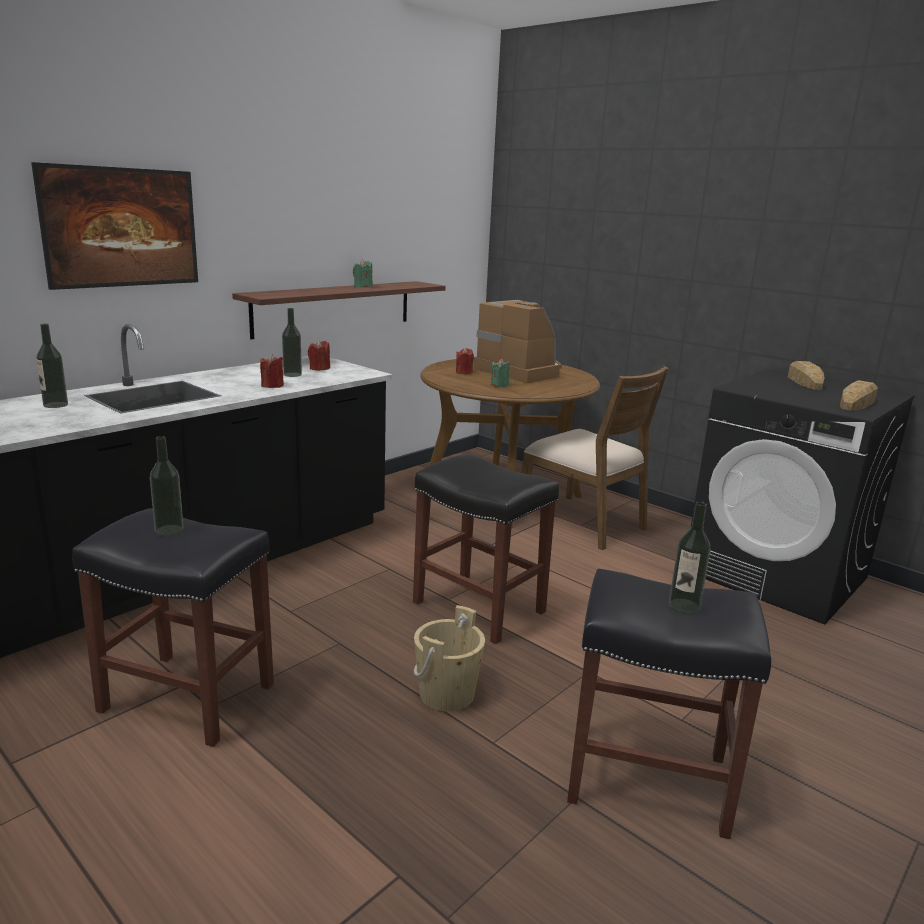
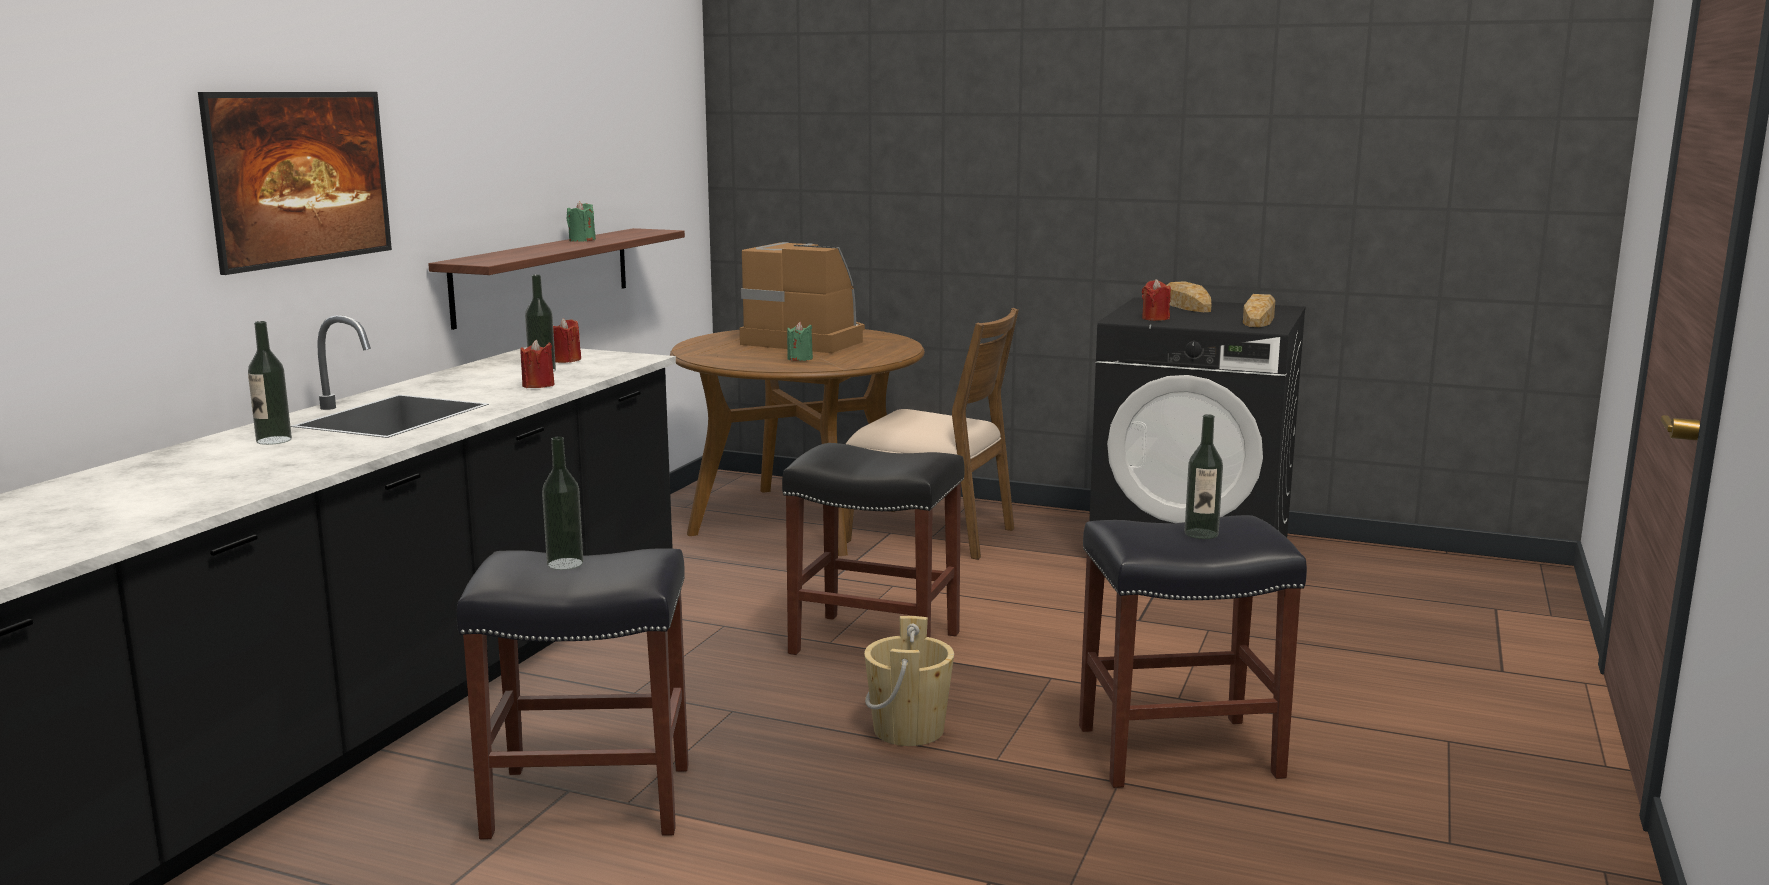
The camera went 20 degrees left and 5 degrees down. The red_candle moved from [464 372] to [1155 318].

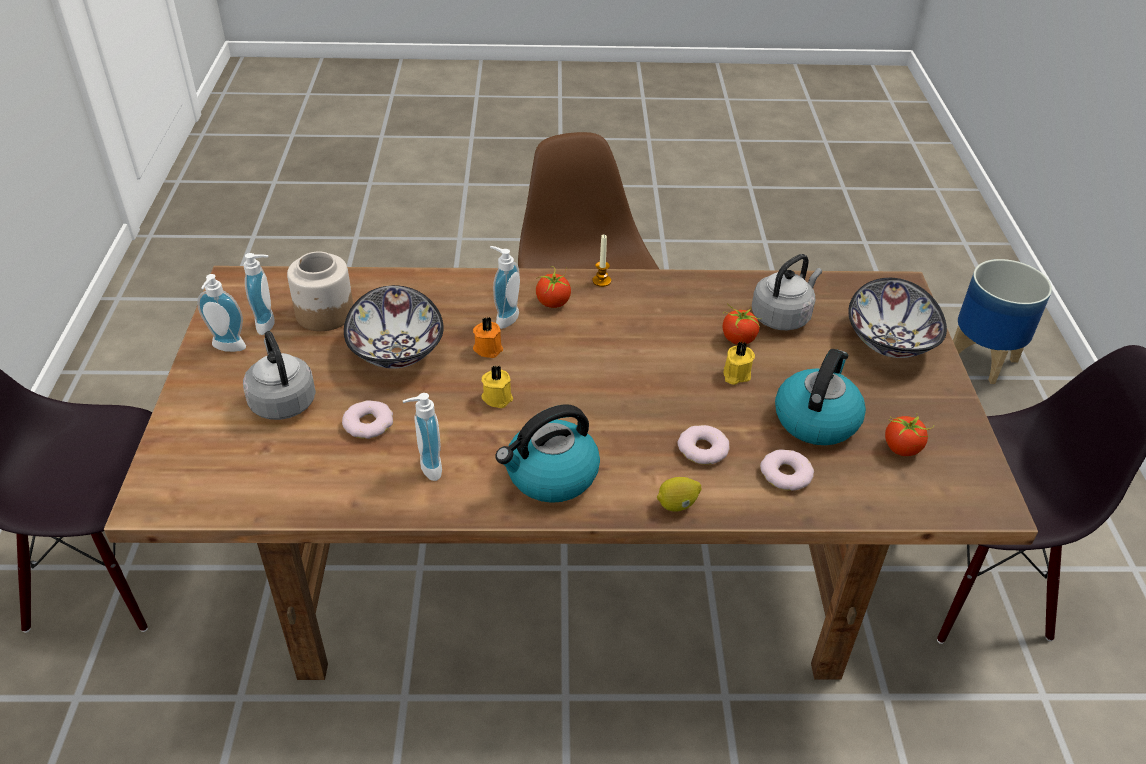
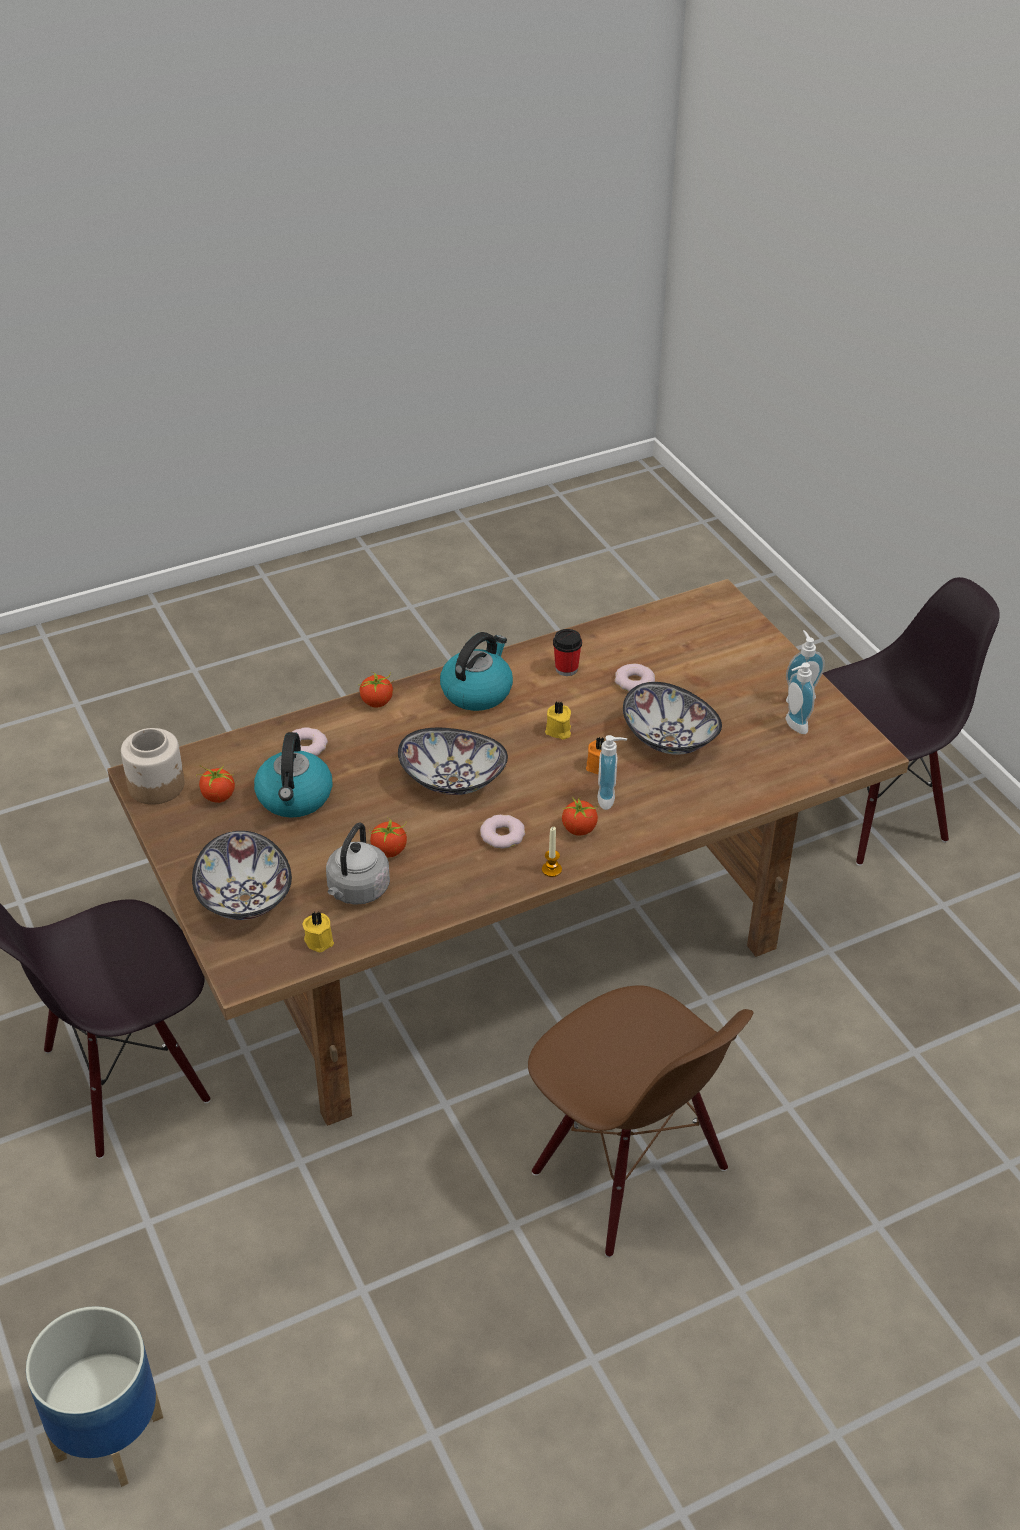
The camera went 155 degrees right and 0 degrees up. The jar moved from [324 313] to [157 785]. The yellow_candle moved from [735 375] to [320 940]. The lemon at [677 505] was replaced by the tomato at [377 702]. The bowl at [452 781] appeared. The donut moved from [702 449] to [502 835]. The soap_dispenser at [426 468] was replaced by the cup at [566 669]. The grey_kettle at [282 401] disappeared.

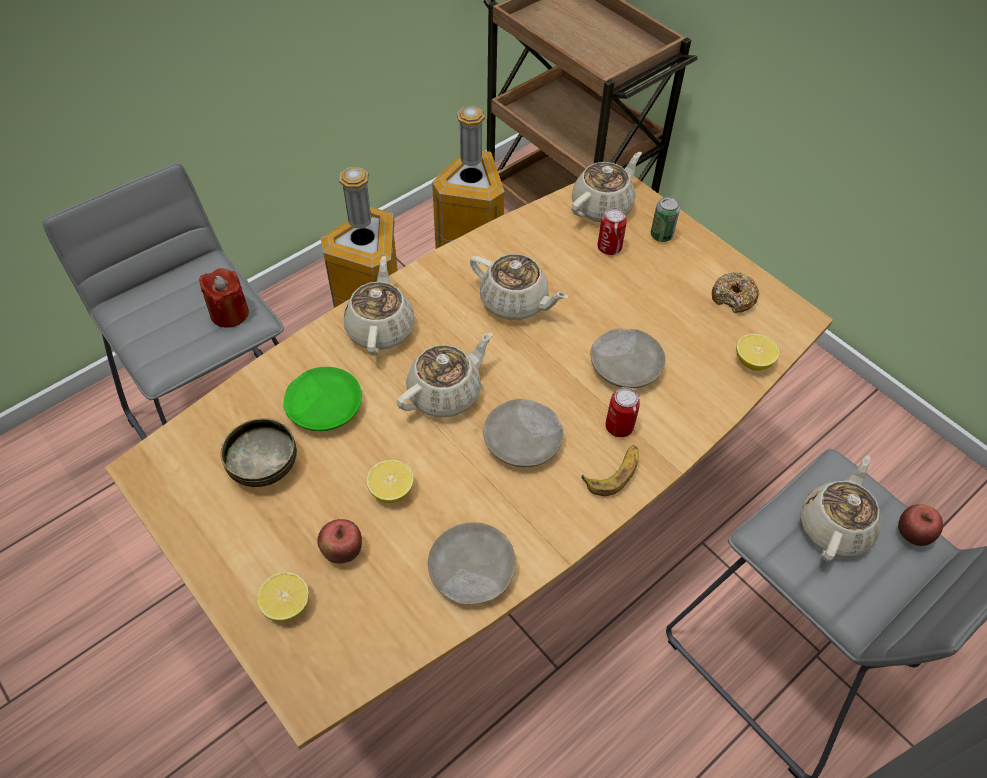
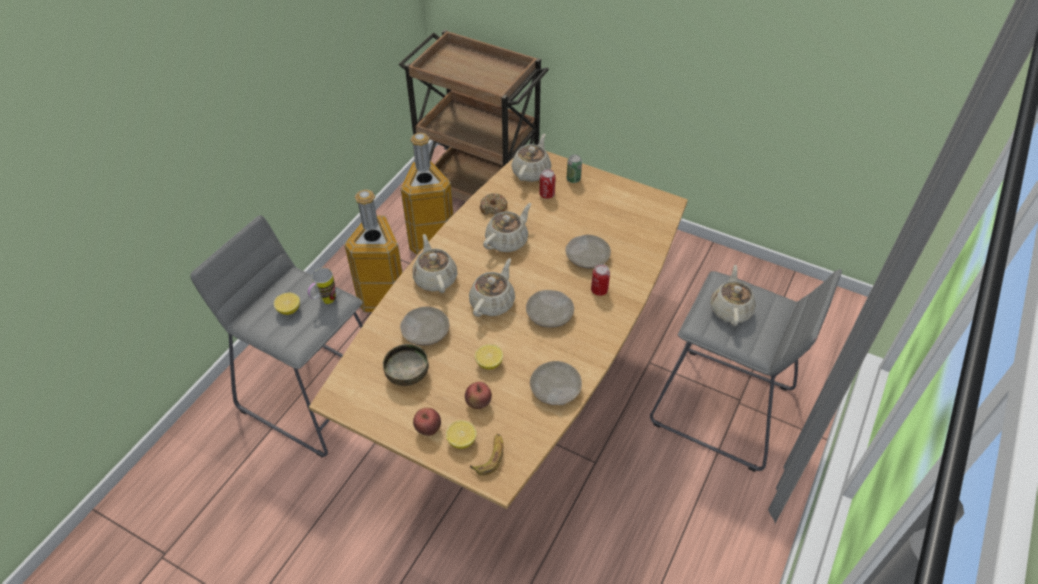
The camera went 20 degrees left and 5 degrees down. The lemon moved from [752 361] to [289 309]. The red_candle at [229 313] was replaced by the mug at [324 301]. The green_plate at [324 406] became the beige_plate at [425 331]. The apple moved from [911 535] to [428 429]. The banana moved from [613 473] to [490 456]. The donut moved from [733 298] to [493 208]. The beige_teapot at [515 302] turned 60 degrees counterclockwise.

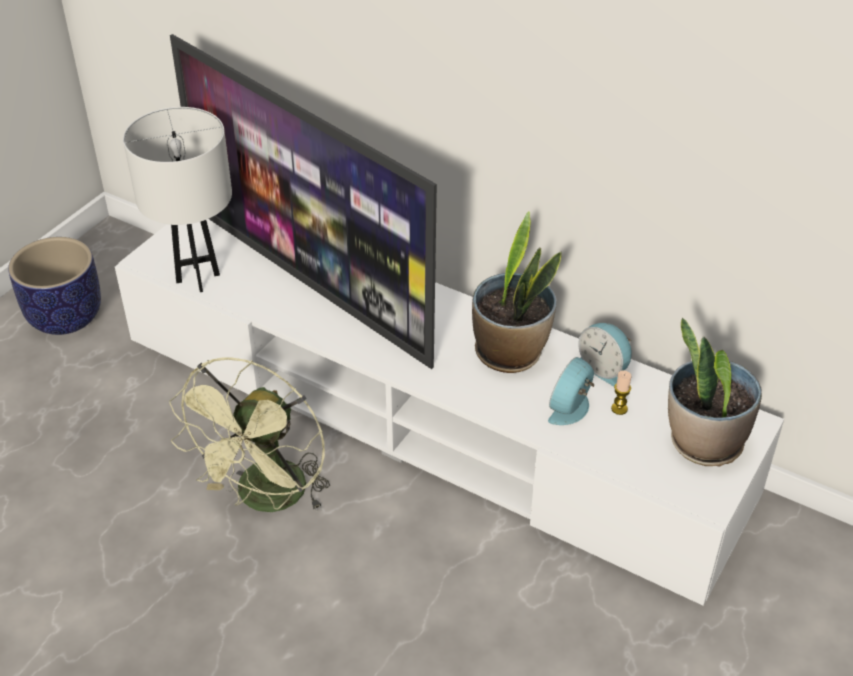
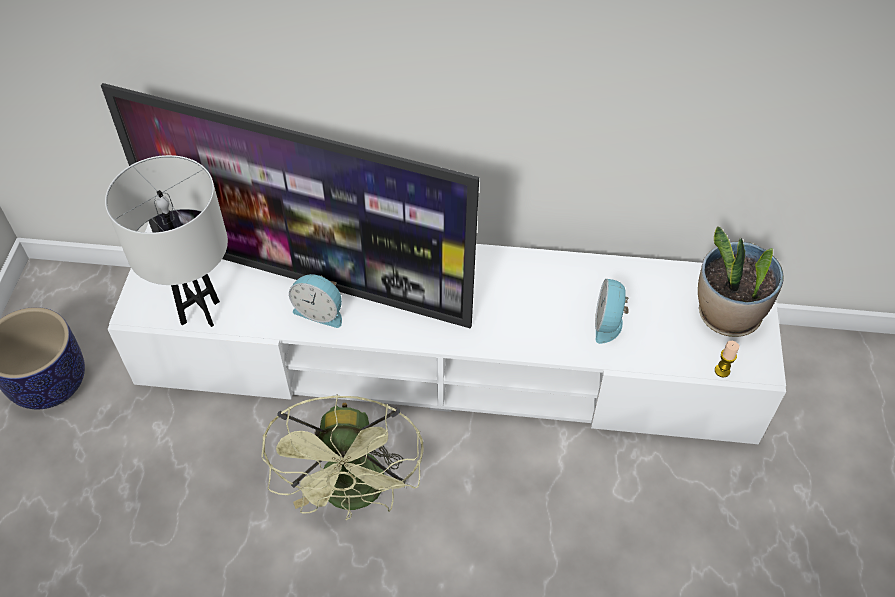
The camera went 25 degrees left and 10 degrees up. The alarm_clock moved from [604 369] to [320 311]. The candle moved from [619 409] to [722 371]. The potted_plant at [510 353] disappeared.

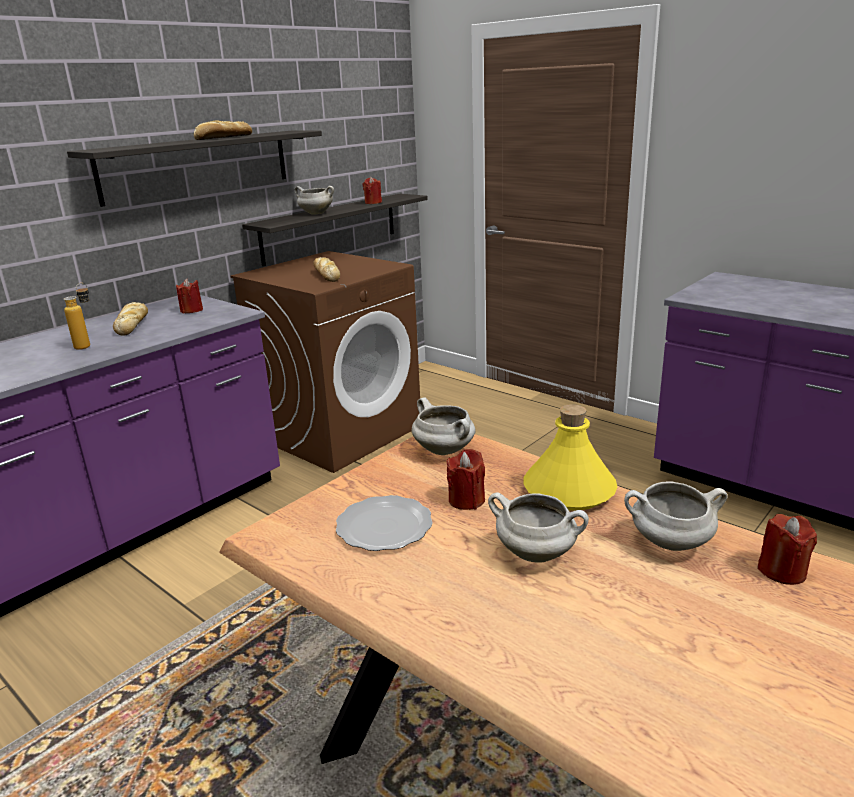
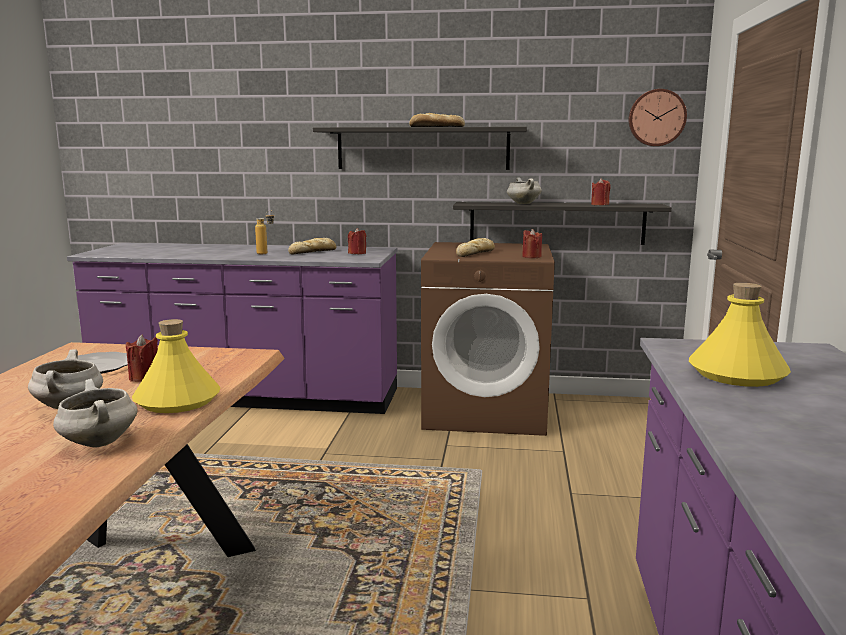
The camera went 55 degrees right and 10 degrees down. The red_candle moved from [782 571] to [531 256]. The wall_clock at [656 118] appeared. The yellow_bottle at [736 374] appeared. The white_cooking_pot at [445 451] disappeared.

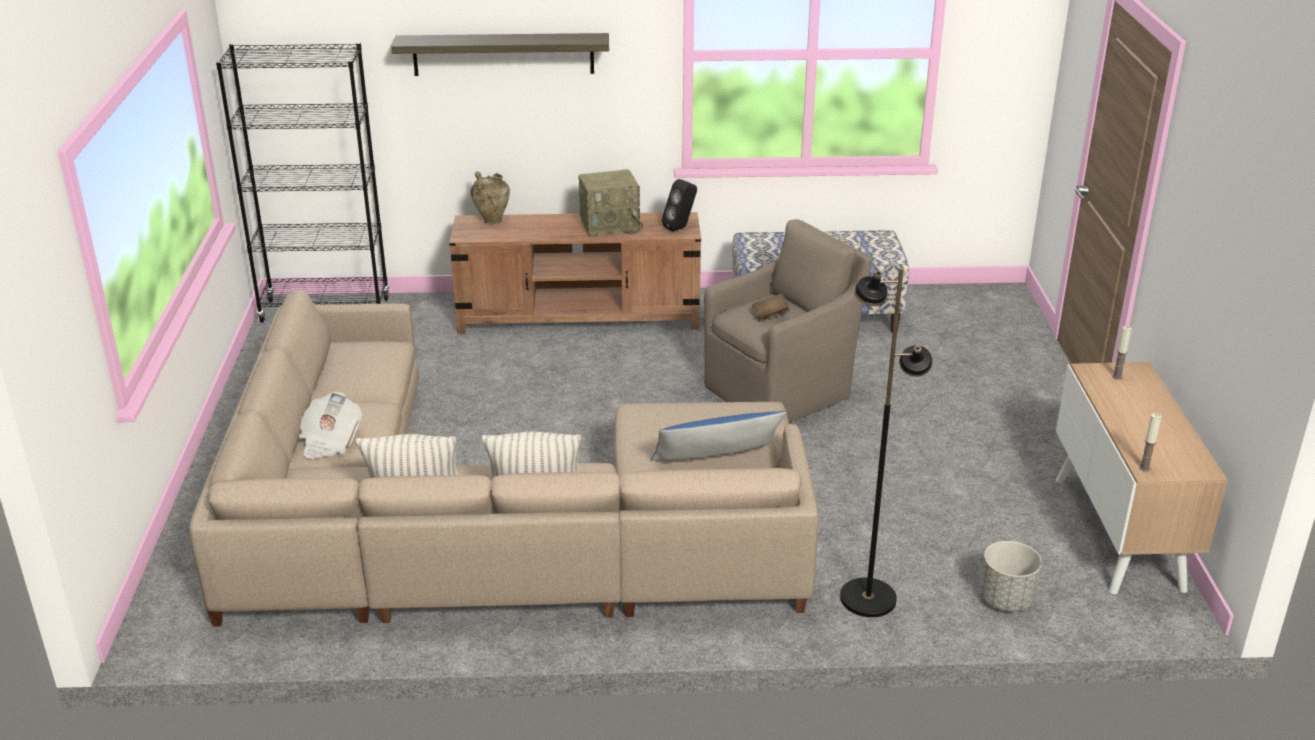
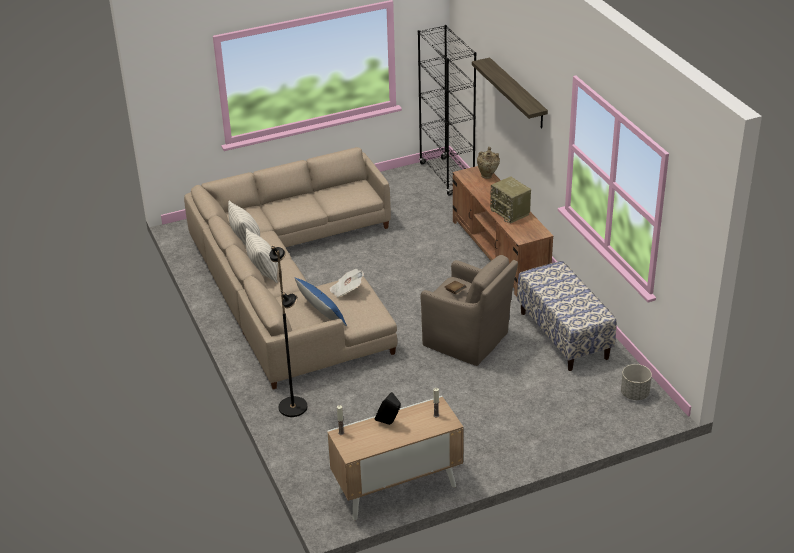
The camera went 70 degrees right and 5 degrees up. The newspaper moved from [329 442] to [346 290]. The black_speaker moved from [680 228] to [389 423]. The grey_planter moved from [1005 599] to [634 393].

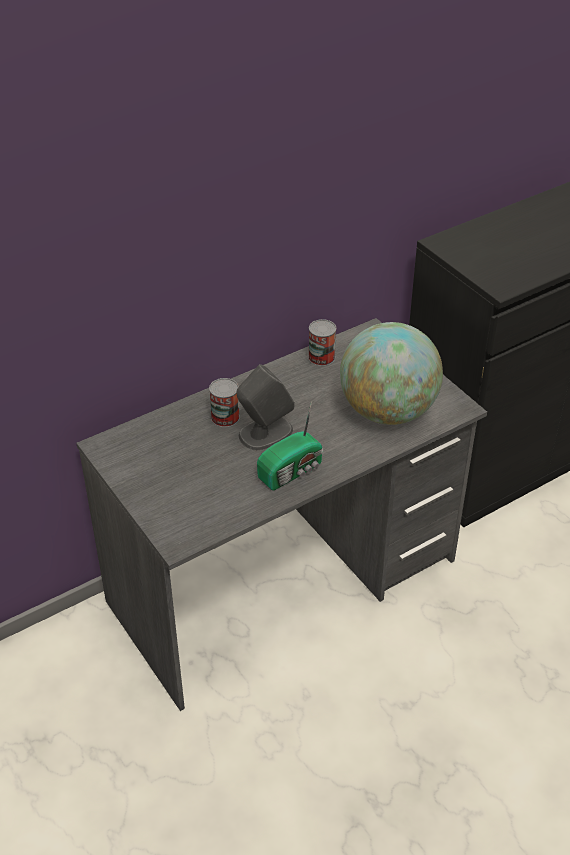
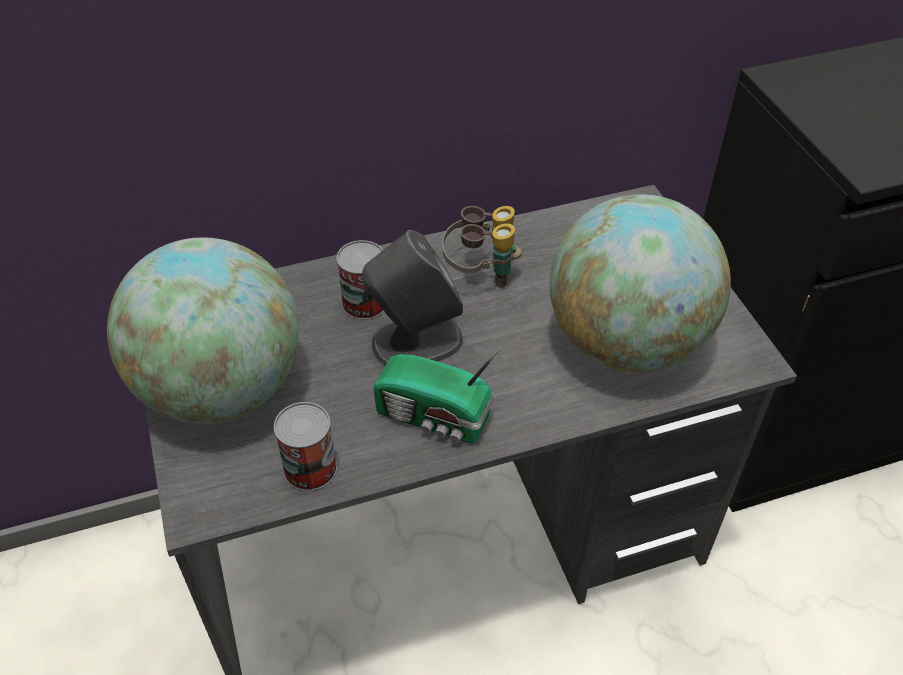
The camera went 15 degrees right and 5 degrees up. The globe at [221 389] appeared. The can moved from [321 357] to [310 468]. The radio at [292 471] turned 45 degrees clockwise. The binoculars at [481 274] appeared.

